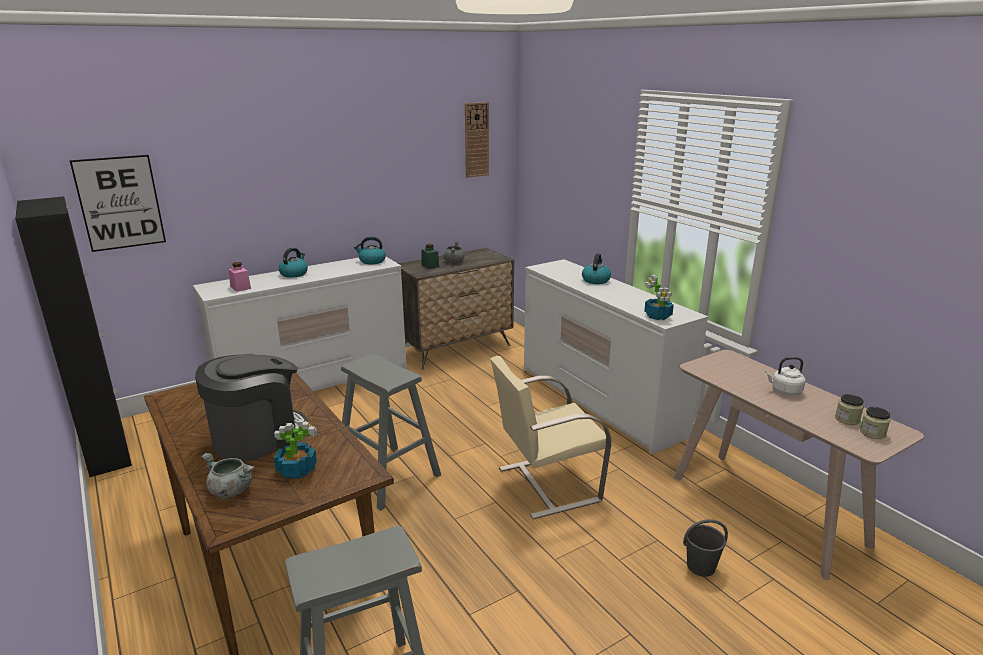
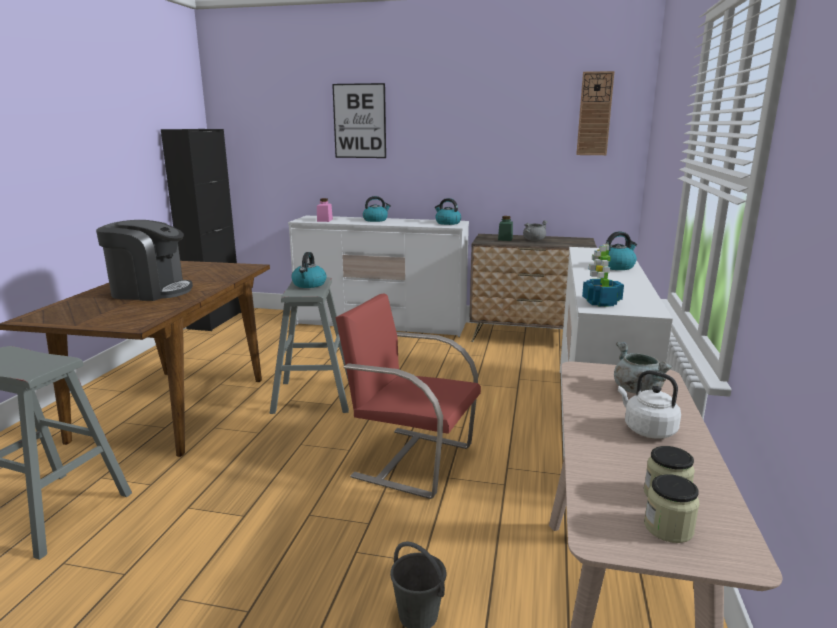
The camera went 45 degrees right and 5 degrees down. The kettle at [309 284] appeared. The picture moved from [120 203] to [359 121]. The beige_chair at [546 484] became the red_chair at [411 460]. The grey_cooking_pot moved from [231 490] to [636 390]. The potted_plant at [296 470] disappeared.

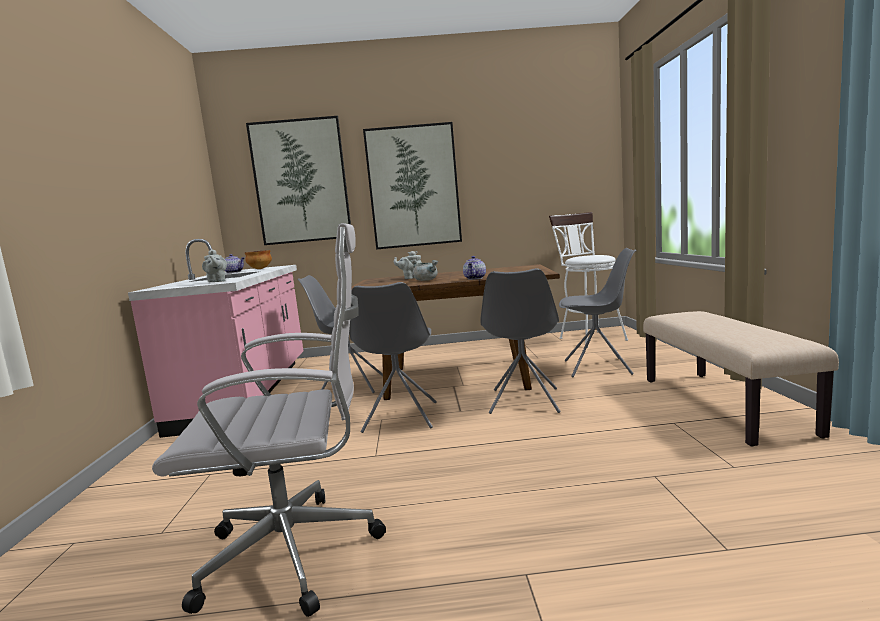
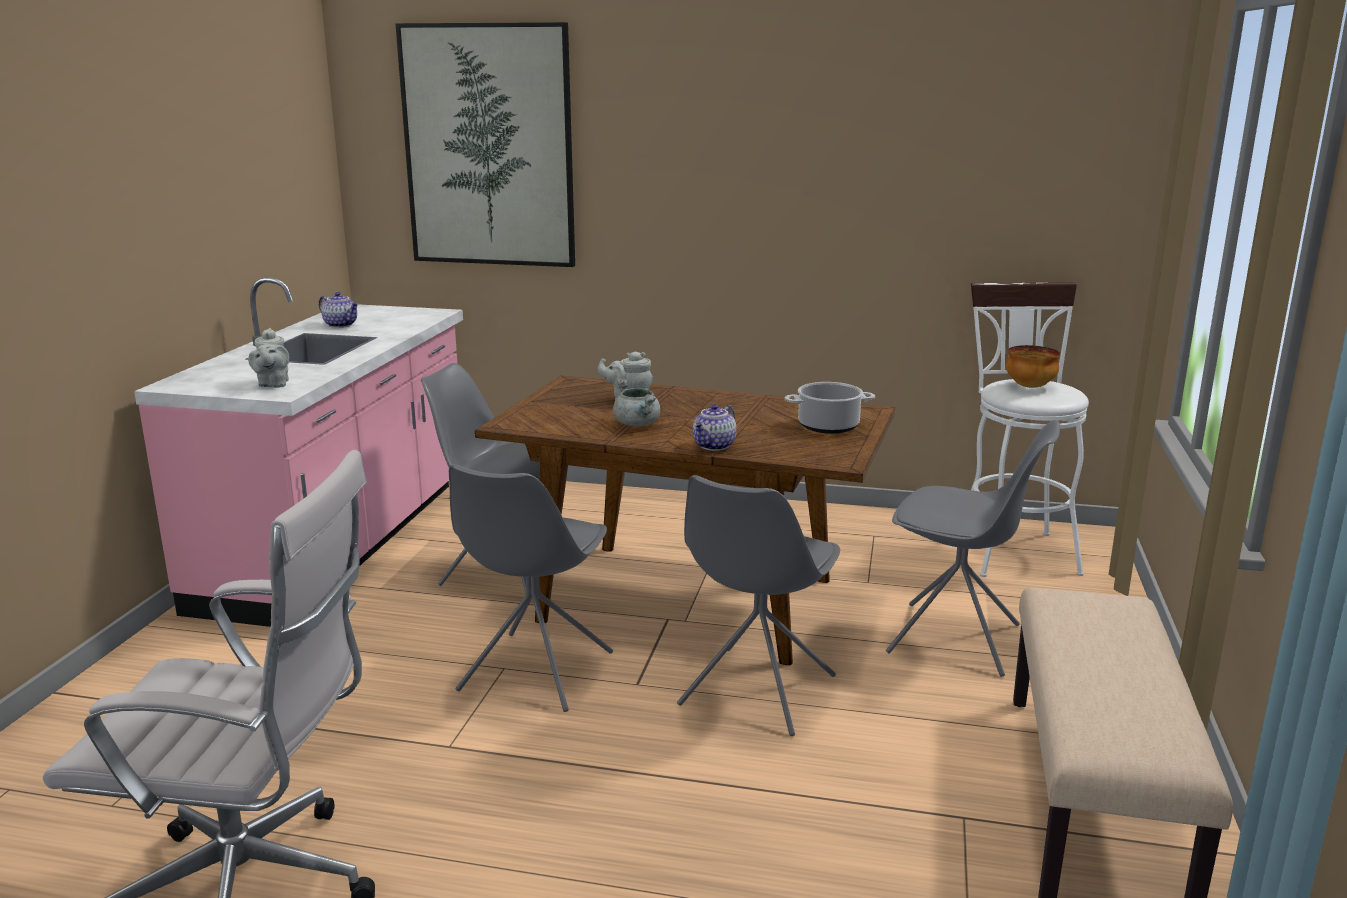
The camera went 15 degrees right and 10 degrees up. The cooking_pot at [829 426] appeared. The bowl moved from [260 269] to [1029 386]. The picture at [413 187] disappeared.

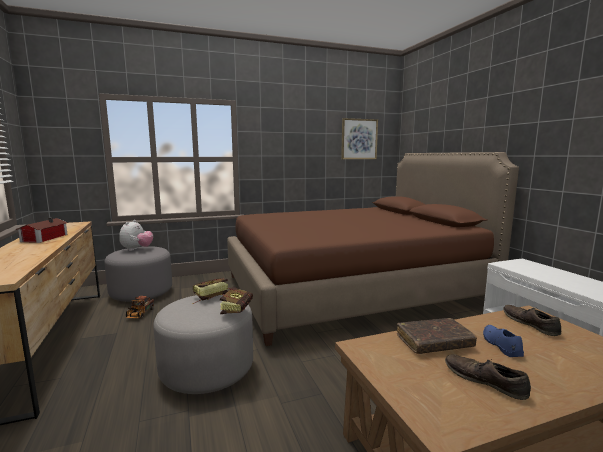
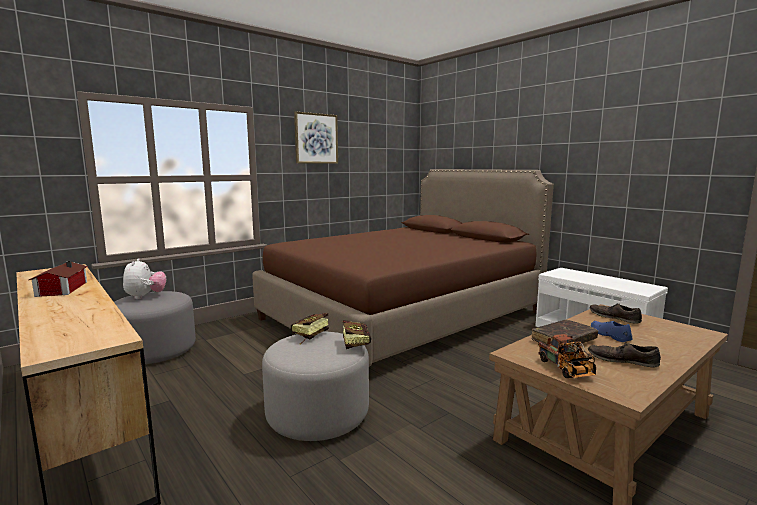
The camera went 20 degrees left and 0 degrees up. The picture moved from [359 139] to [316 138]. The toy_truck moved from [139 315] to [567 370].

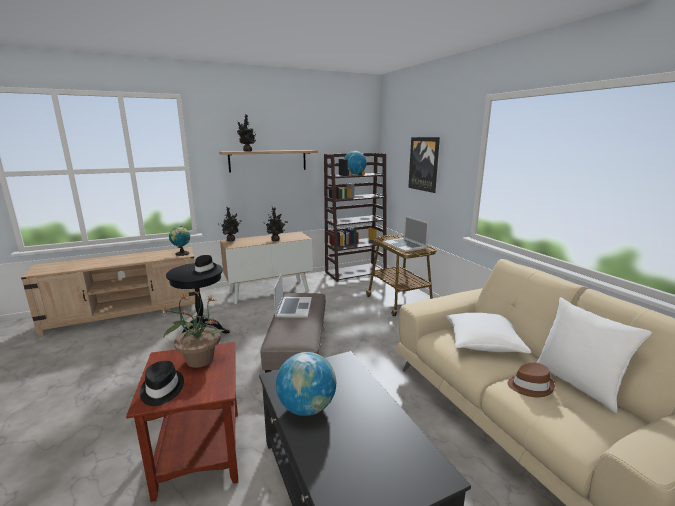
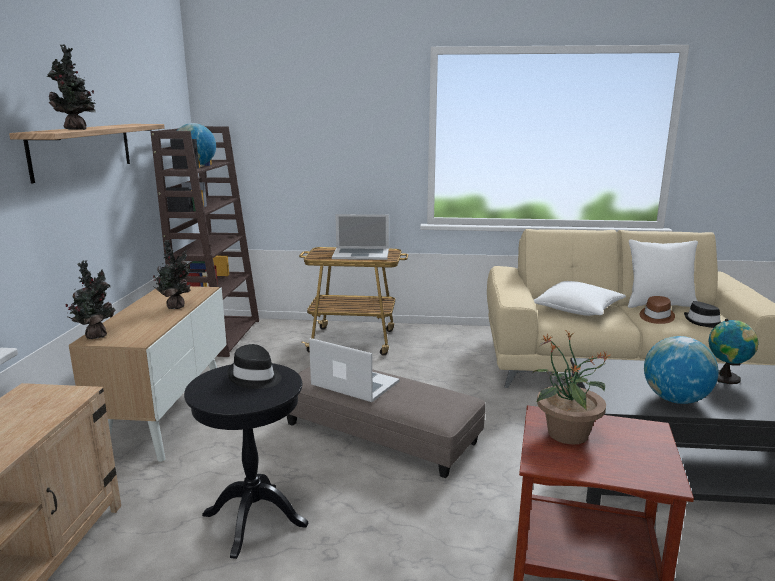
The camera went 60 degrees left and 0 degrees up. The black_hat moved from [161 390] to [703 322]. The globe moved from [181 254] to [727 378]. The picture at [424 164] disappeared.

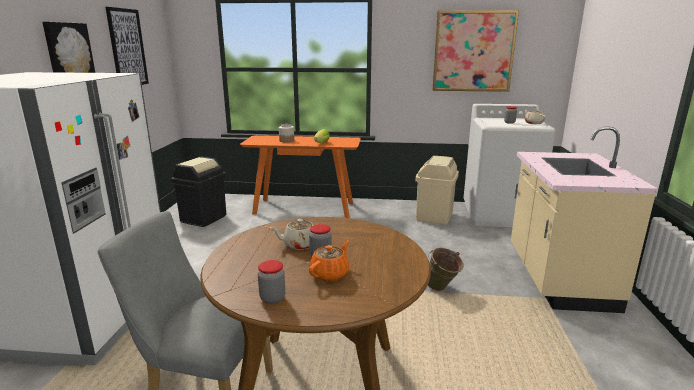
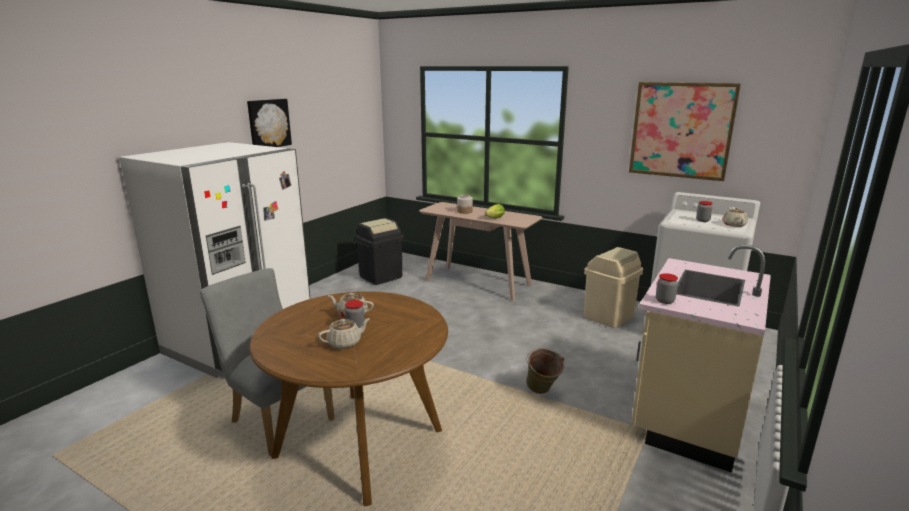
The camera went 25 degrees right and 0 degrees up. The orange_teapot at [330 274] became the beige_teapot at [345 343]. The orange_console_table at [304 208] became the beige_console_table at [478 282]. The jar moved from [272 298] to [665 301]. The picture at [127 48] disappeared.

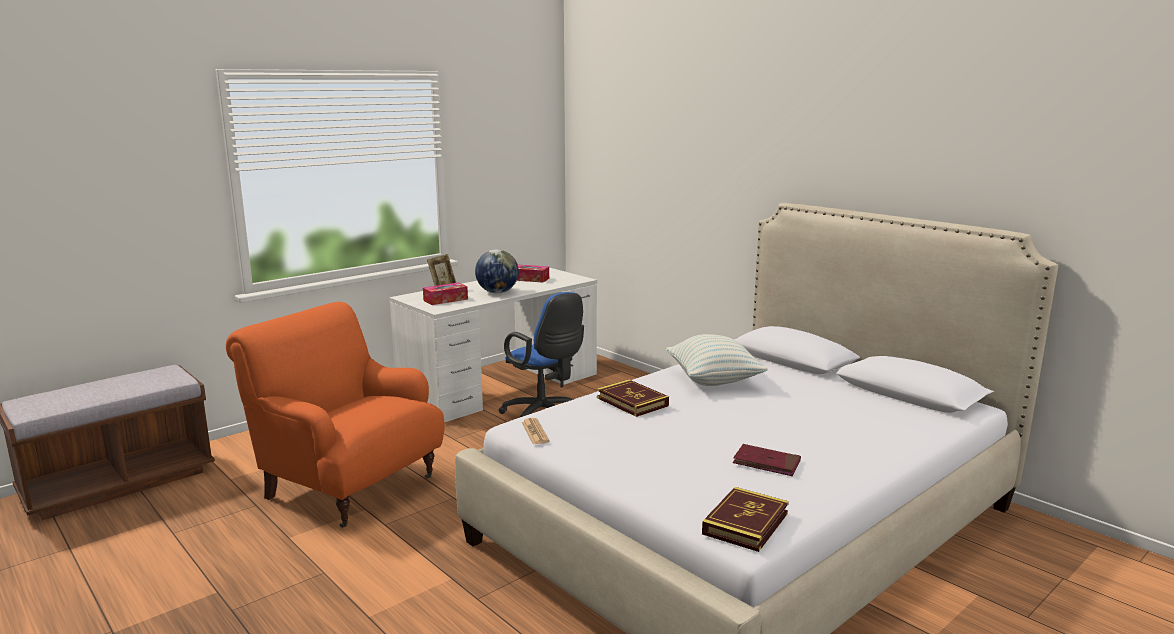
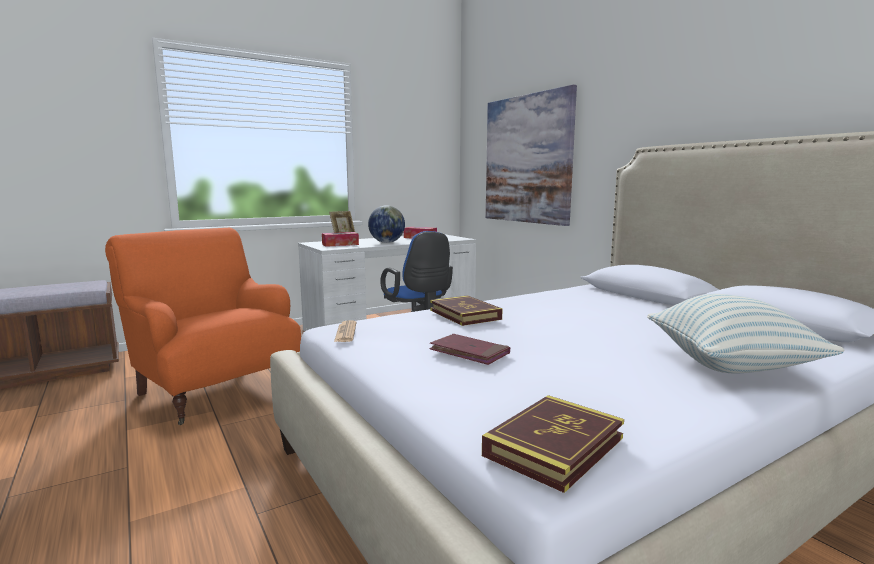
The camera went 10 degrees right and 5 degrees down. The red_book moved from [766 463] to [469 352]. The picture at [527 159] appeared. The pillow moved from [713 380] to [730 365].

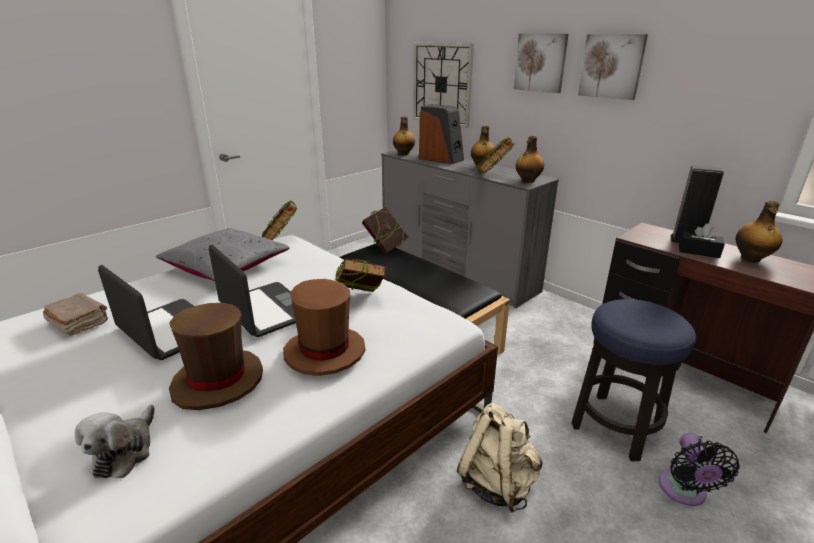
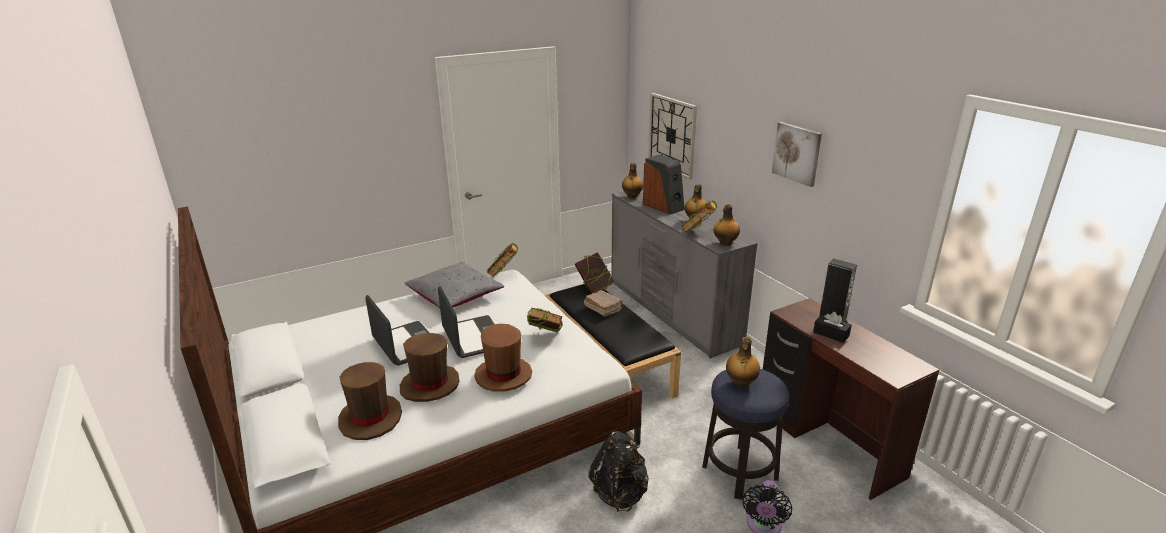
The camera went 15 degrees right and 0 degrees up. The plush_toy at [125 451] was replaced by the brown_hat at [371 418]. The brown_book moved from [79 322] to [602 309]. The beige_backpack at [497 483] became the black_backpack at [620 493]. The bottle moved from [751 259] to [740 383]. The picture at [540 62] disappeared.

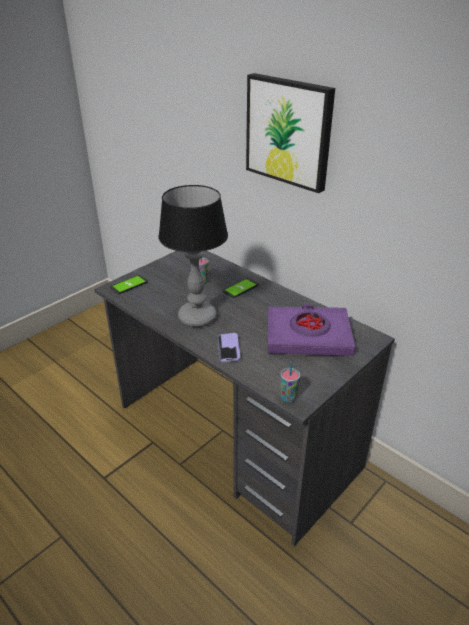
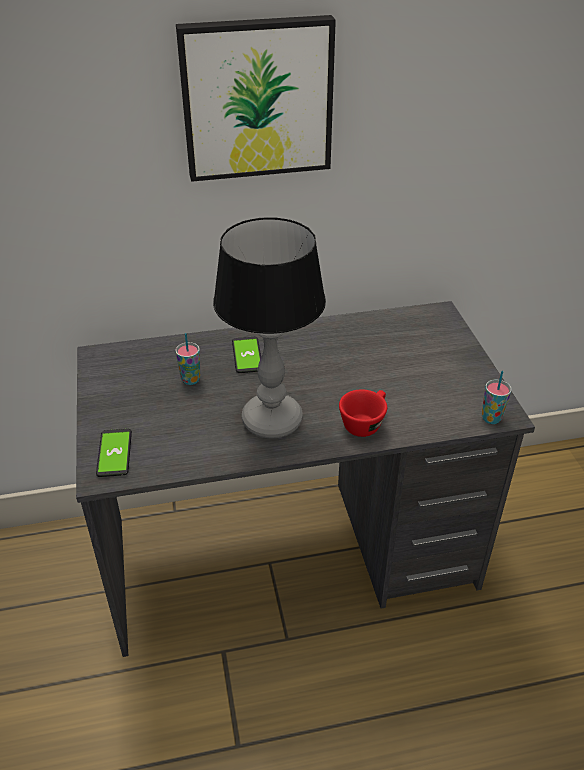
The camera went 55 degrees left and 5 degrees up. The phone at [228 348] was replaced by the red_cup at [364 423]. The purple_book at [308 336] disappeared.

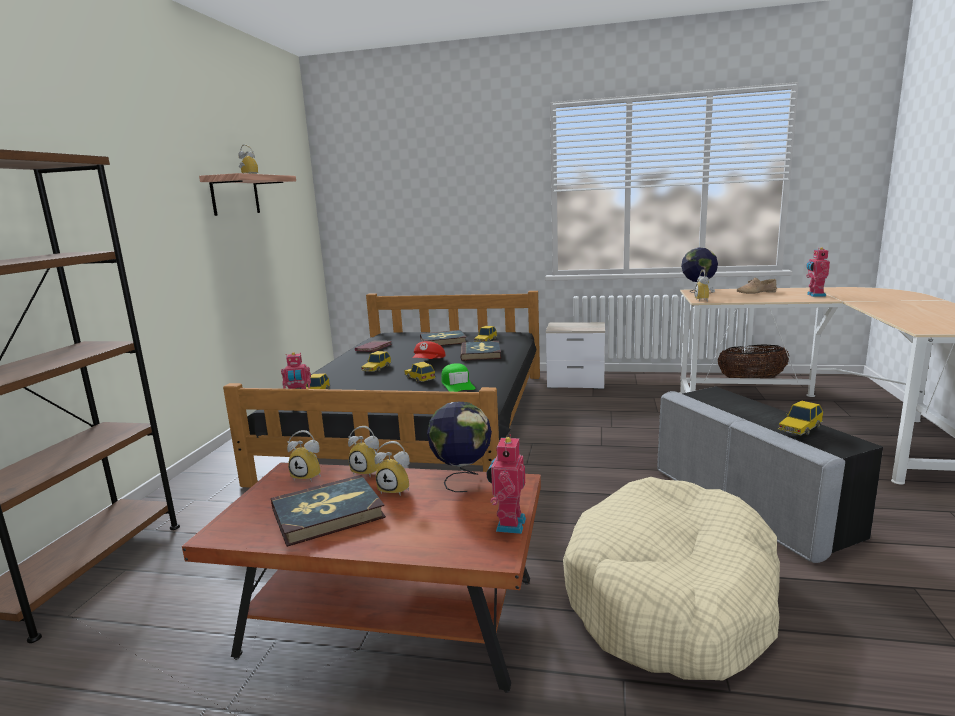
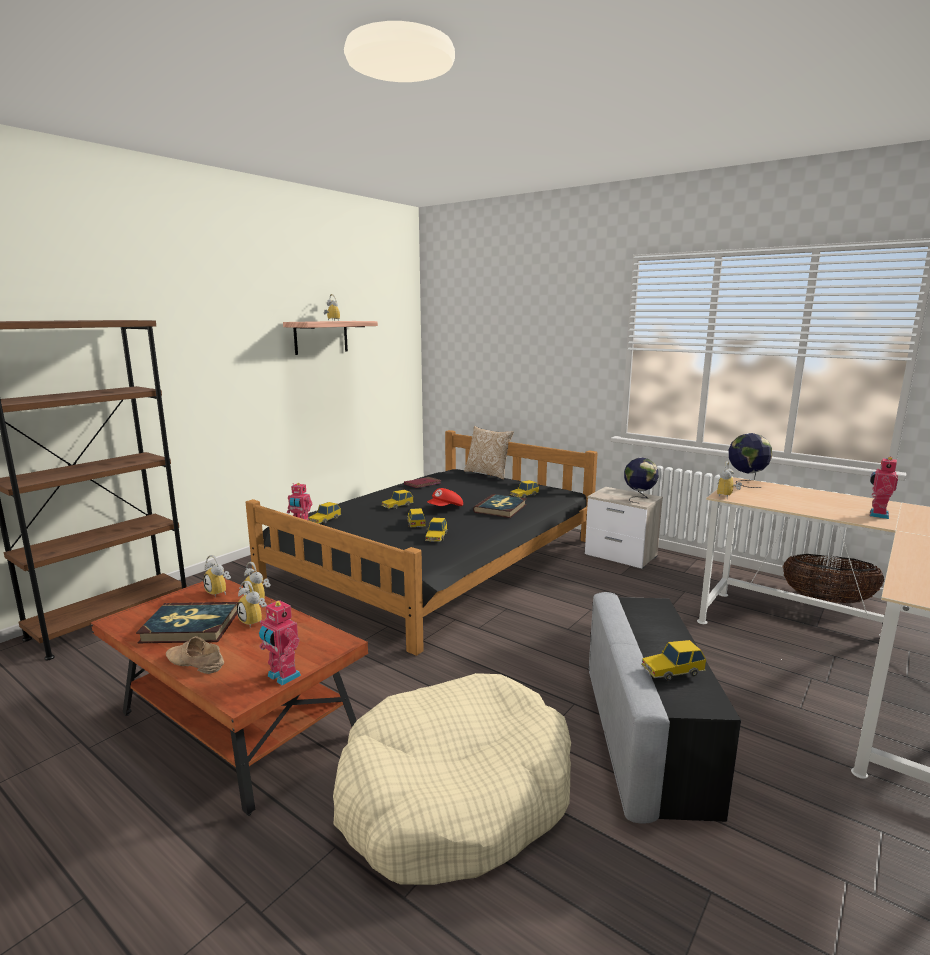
The camera went 25 degrees right and 0 degrees up. The beige_shoe moved from [756 292] to [194 663]. The toy_robot at [508 524] turned 90 degrees counterclockwise. The green_cap at [457 385] was replaced by the toy_car at [436 537]. The pillow at [488 473] appeared. The globe moved from [462 479] to [639 499]. The book at [443 341] disappeared.

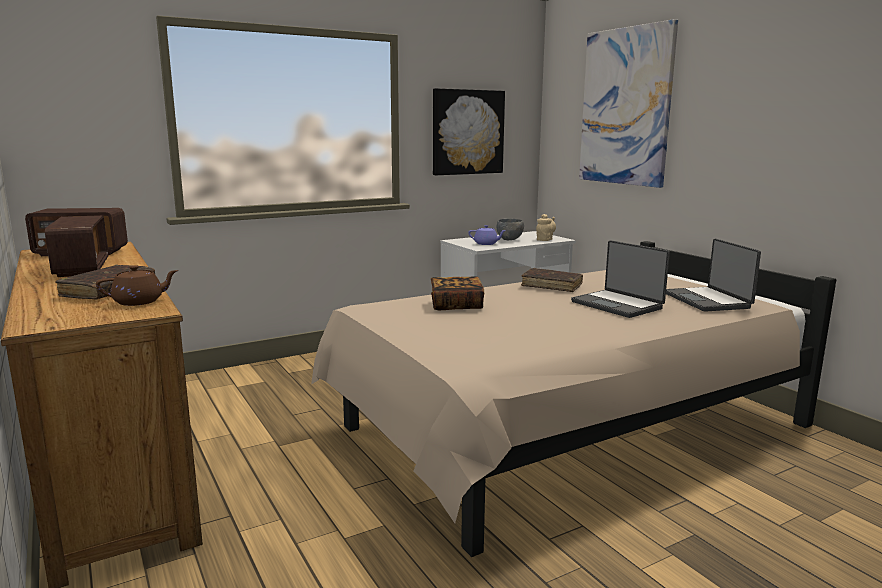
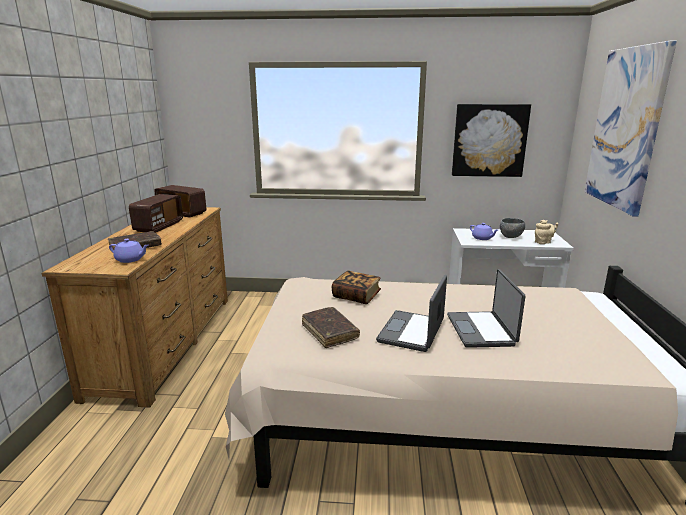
The camera went 35 degrees right and 5 degrees up. The brown_teapot at [139 301] became the purple_teapot at [130 259]. The brown_book moved from [551 286] to [329 332]. The laptop moved from [708 300] to [412 332].

